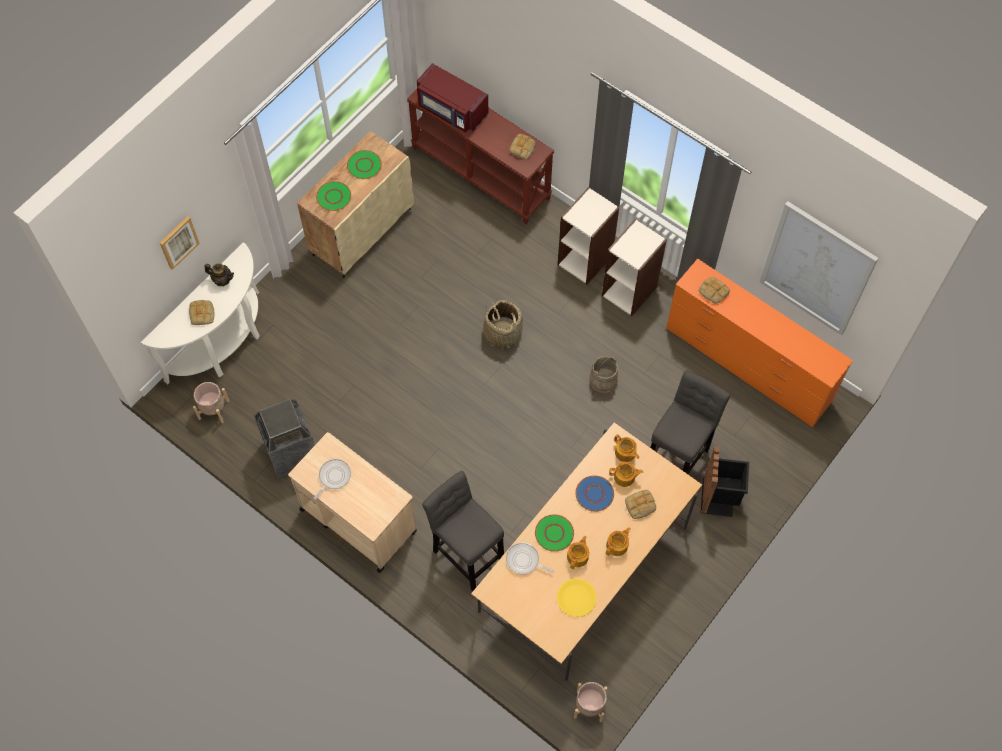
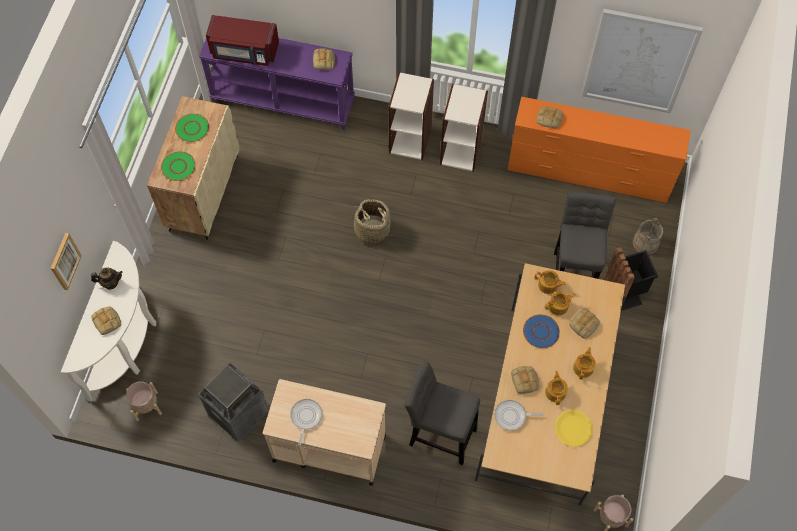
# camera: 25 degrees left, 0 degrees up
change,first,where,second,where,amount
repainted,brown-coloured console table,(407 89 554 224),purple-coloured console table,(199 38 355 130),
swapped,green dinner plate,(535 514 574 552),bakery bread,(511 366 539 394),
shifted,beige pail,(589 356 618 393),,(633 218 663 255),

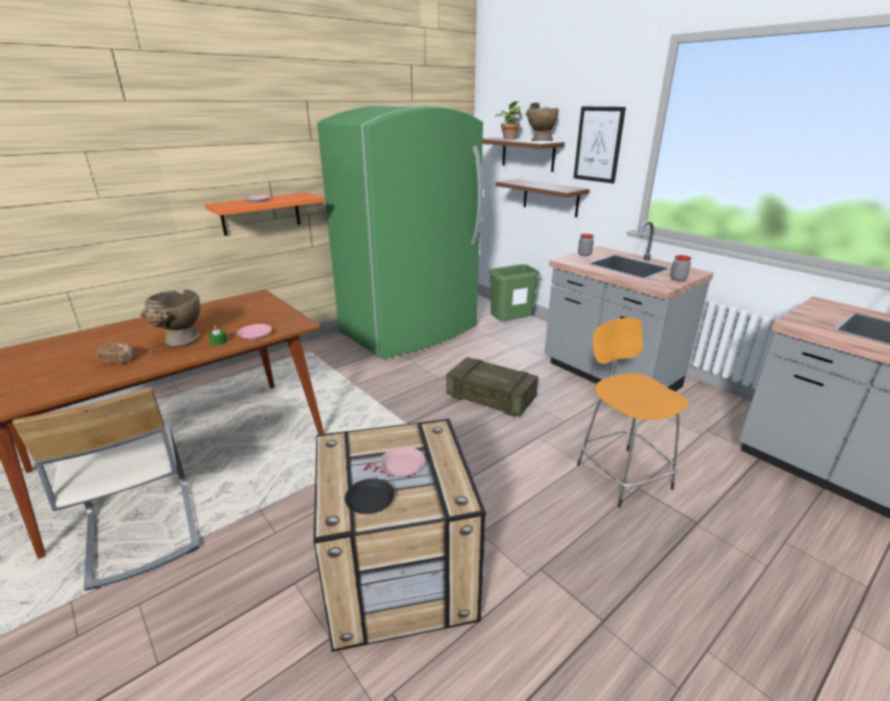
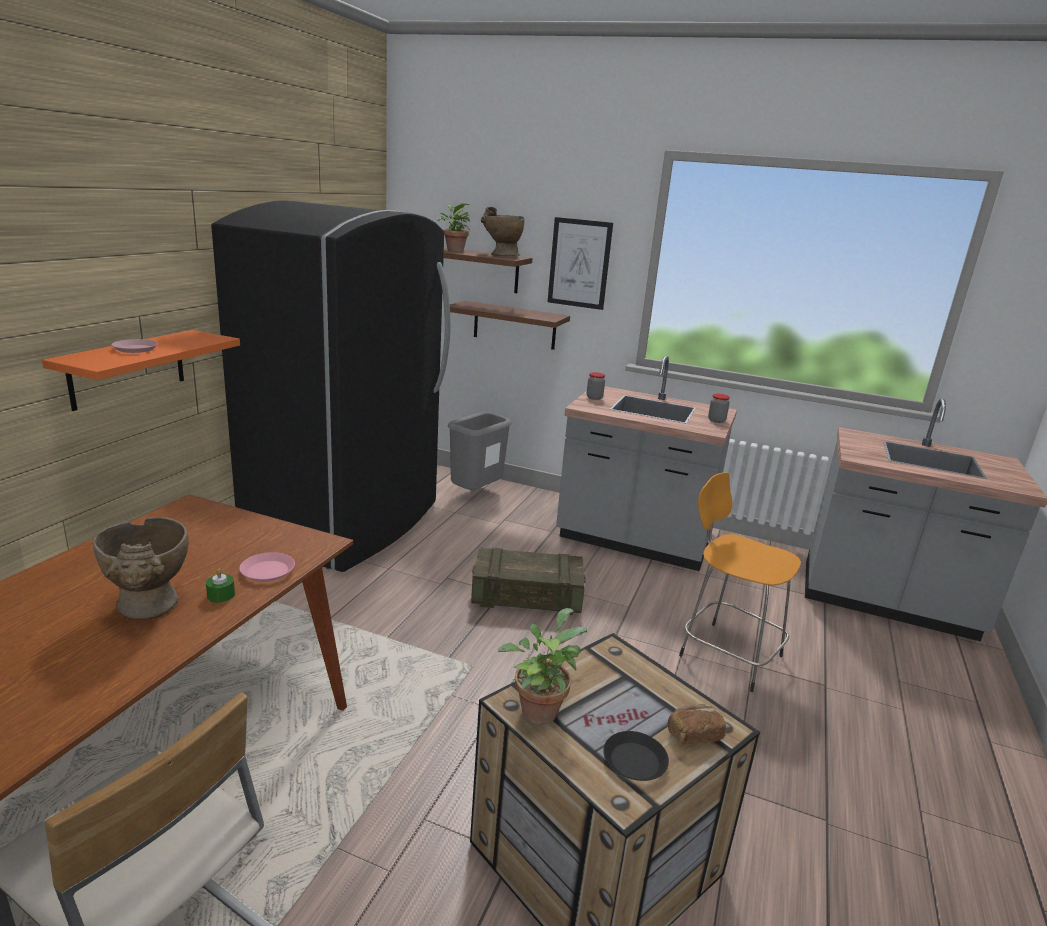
# camera: 30 degrees left, 5 degrees down
change,first,where,second,where,amount
shifted,bakery bread,(97 342 133 364),,(668 704 726 745),
repainted,green fridge,(317 106 483 359),black-coloured fridge,(211 200 450 572),
gone,pink dinner plate,(380 446 425 476),,,
repainted,green waste bin,(489 264 540 321),gray waste bin,(448 412 512 490),
new,,,houseplant,(498 608 587 724),

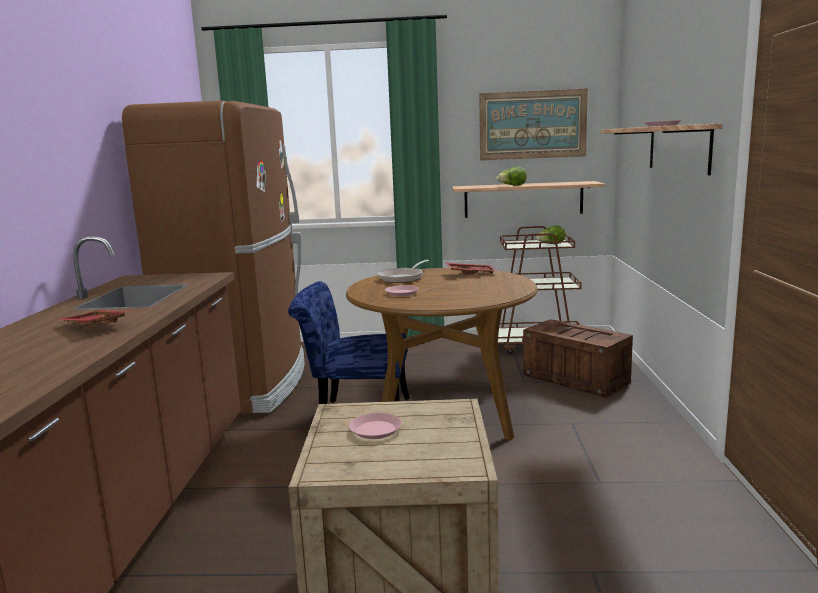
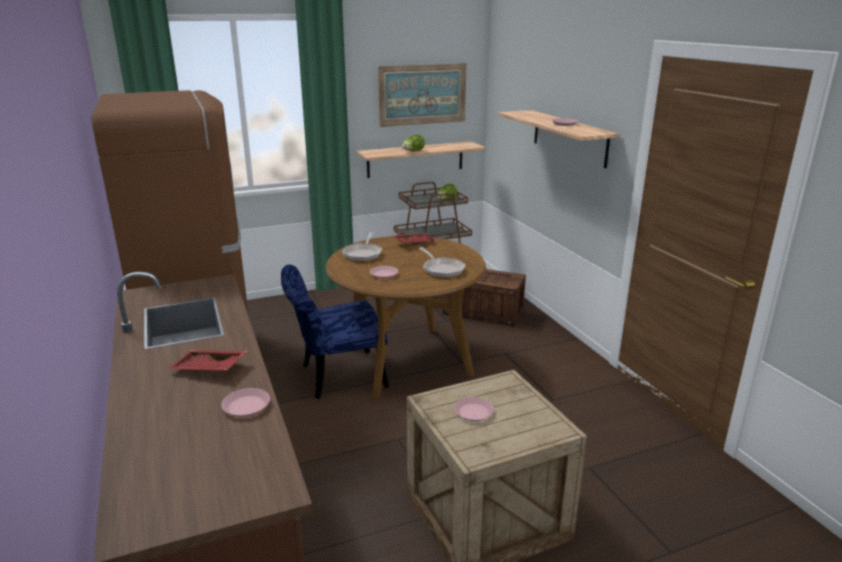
# camera: 25 degrees left, 10 degrees up
change,first,where,second,where,amount
new,,,pink dinner plate,(221 388 270 417),
new,,,pan,(419 247 466 278),

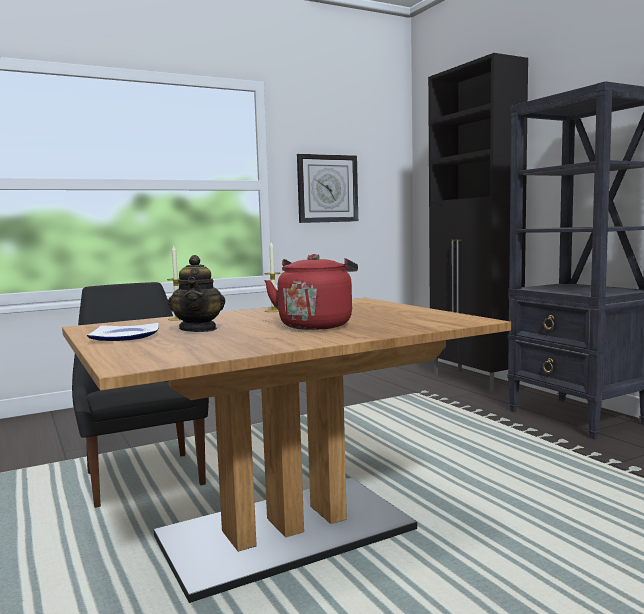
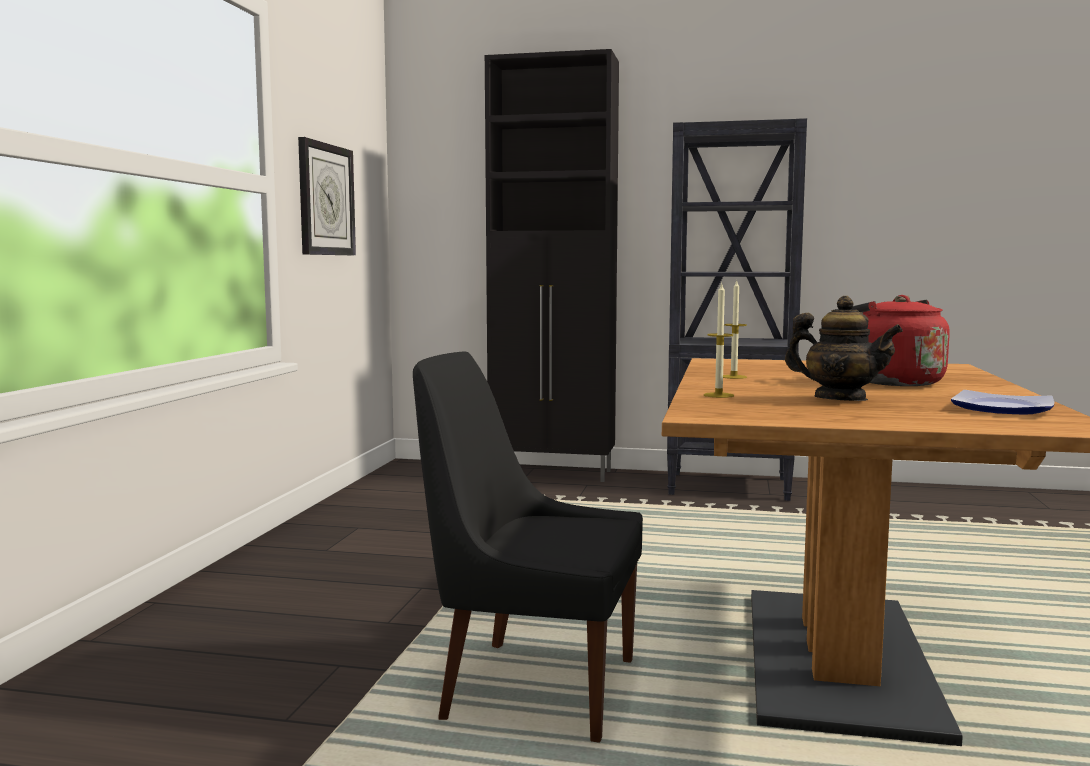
# camera: 50 degrees left, 0 degrees up
change,first,where,second,where,amount
shifted,dinner plate,(87 323 159 341),,(951 390 1054 414),

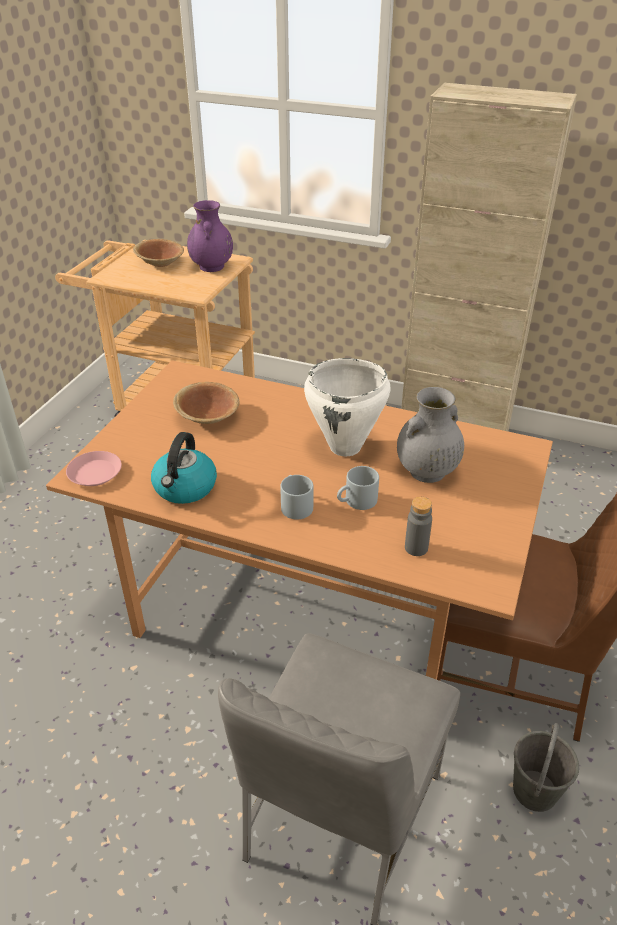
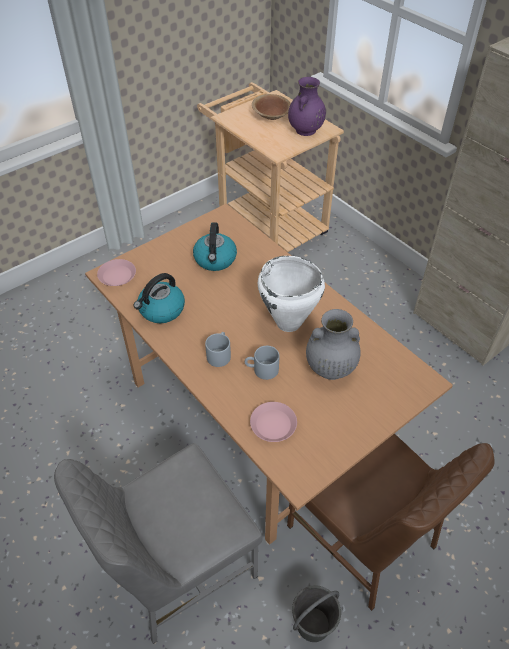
# camera: 30 degrees right, 10 degrees up
change,first,where,second,where,amount
swapped,brown-coloured deep dish,(173 382 239 424),tea kettle,(193 222 237 271),
swapped,gray drink bottle,(405 497 432 556),pink dinner plate,(250 402 297 442),

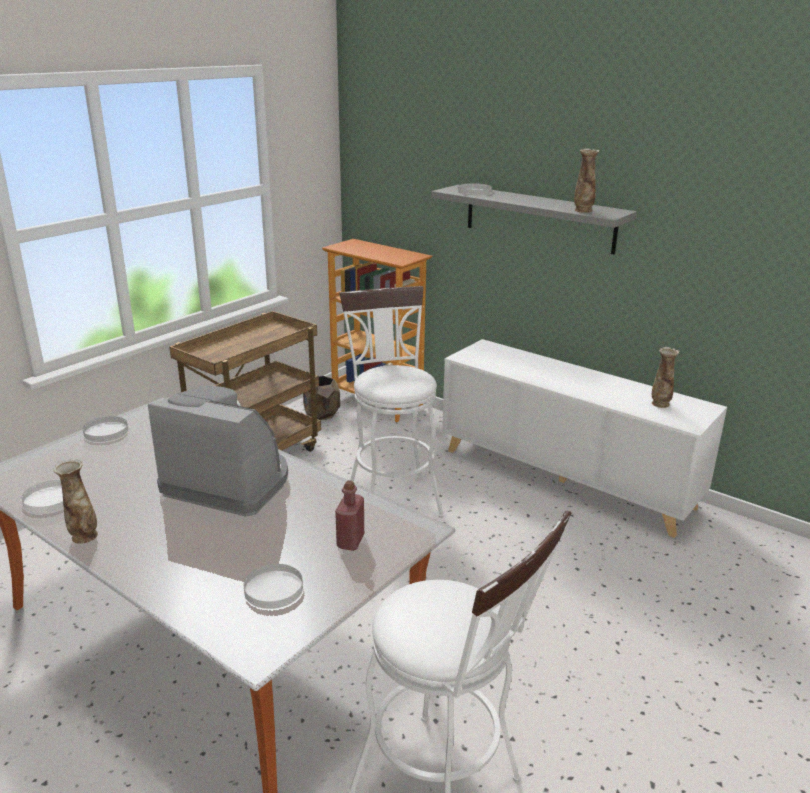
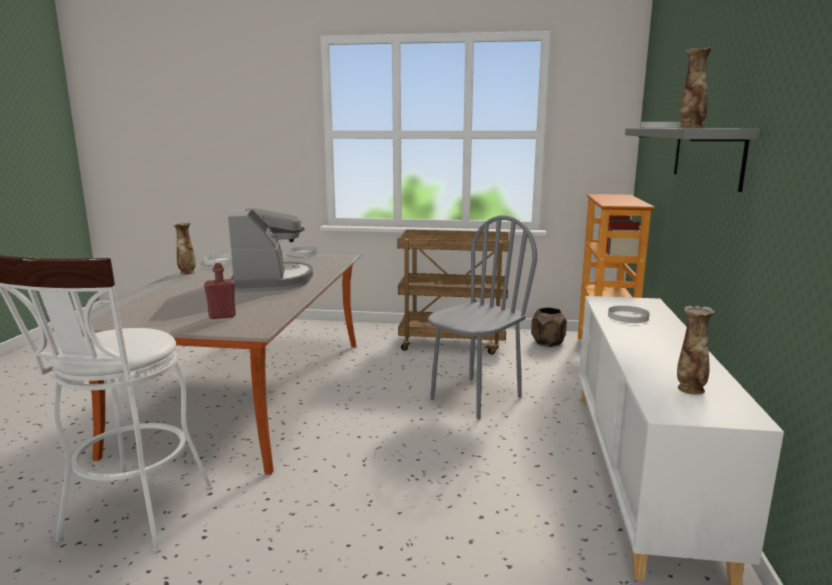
# camera: 60 degrees right, 10 degrees down
change,first,where,second,where,amount
shifted,white-coloured dinner plate,(244 564 303 609),,(608 306 650 323),
swapped,white-coloured sitting stool,(339 286 444 518),gray chair,(428 215 537 419),

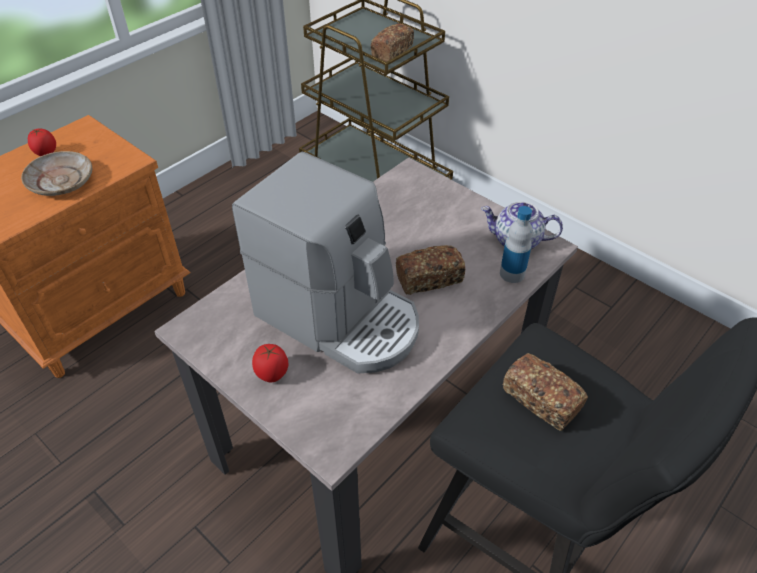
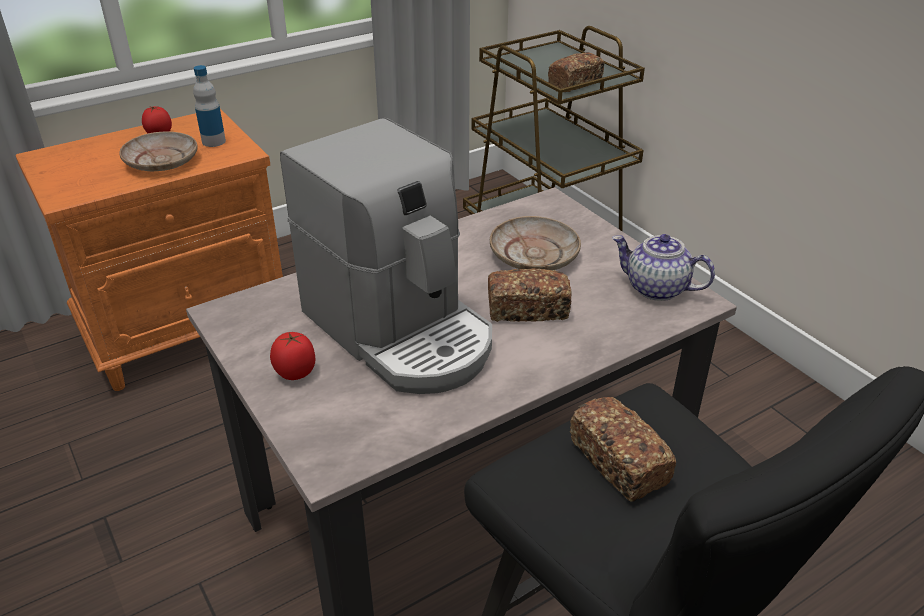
# camera: 15 degrees right, 10 degrees down
change,first,where,second,where,amount
shifted,drink bottle,(500 206 533 283),,(193 65 226 147),
new,,,beige dinner plate,(490 216 581 270),

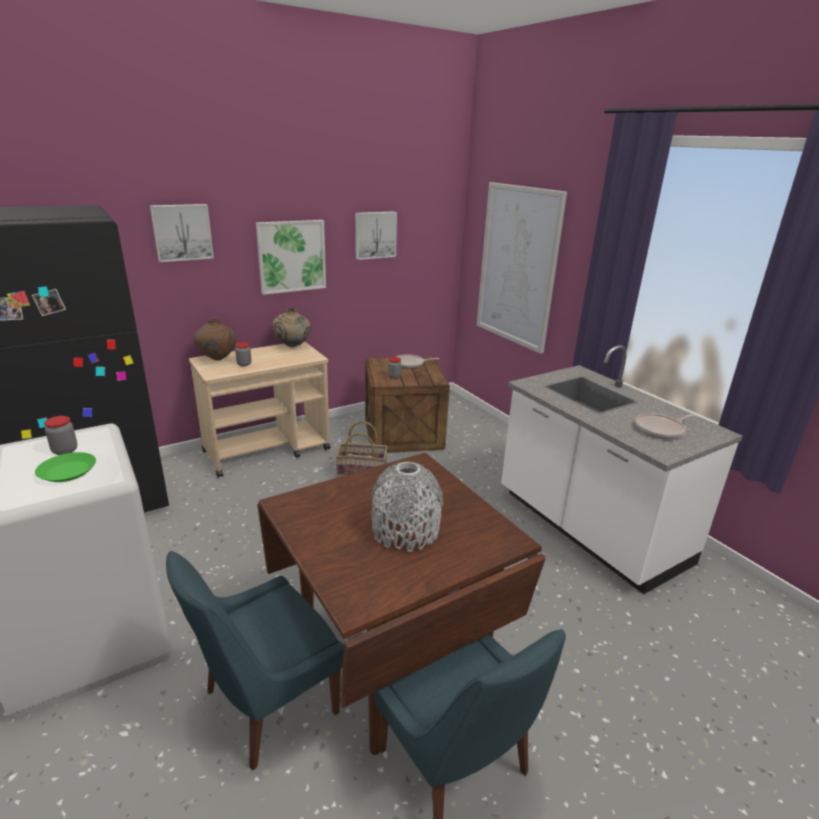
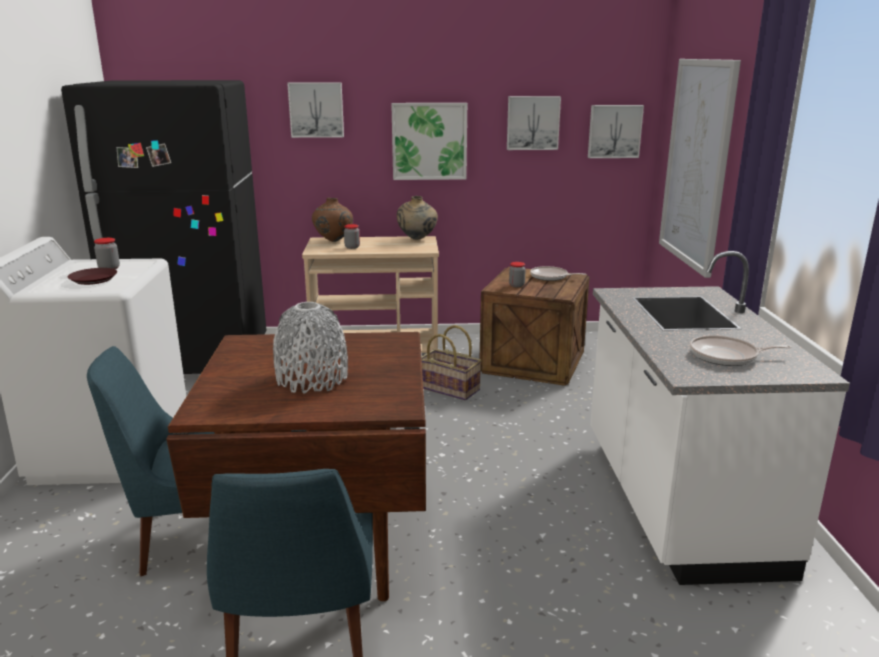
# camera: 30 degrees right, 5 degrees down
change,first,where,second,where,amount
repainted,green dinner plate,(35 452 96 482),brown-coloured dinner plate,(68 268 117 285),
new,,,wall art,(588 105 644 158),

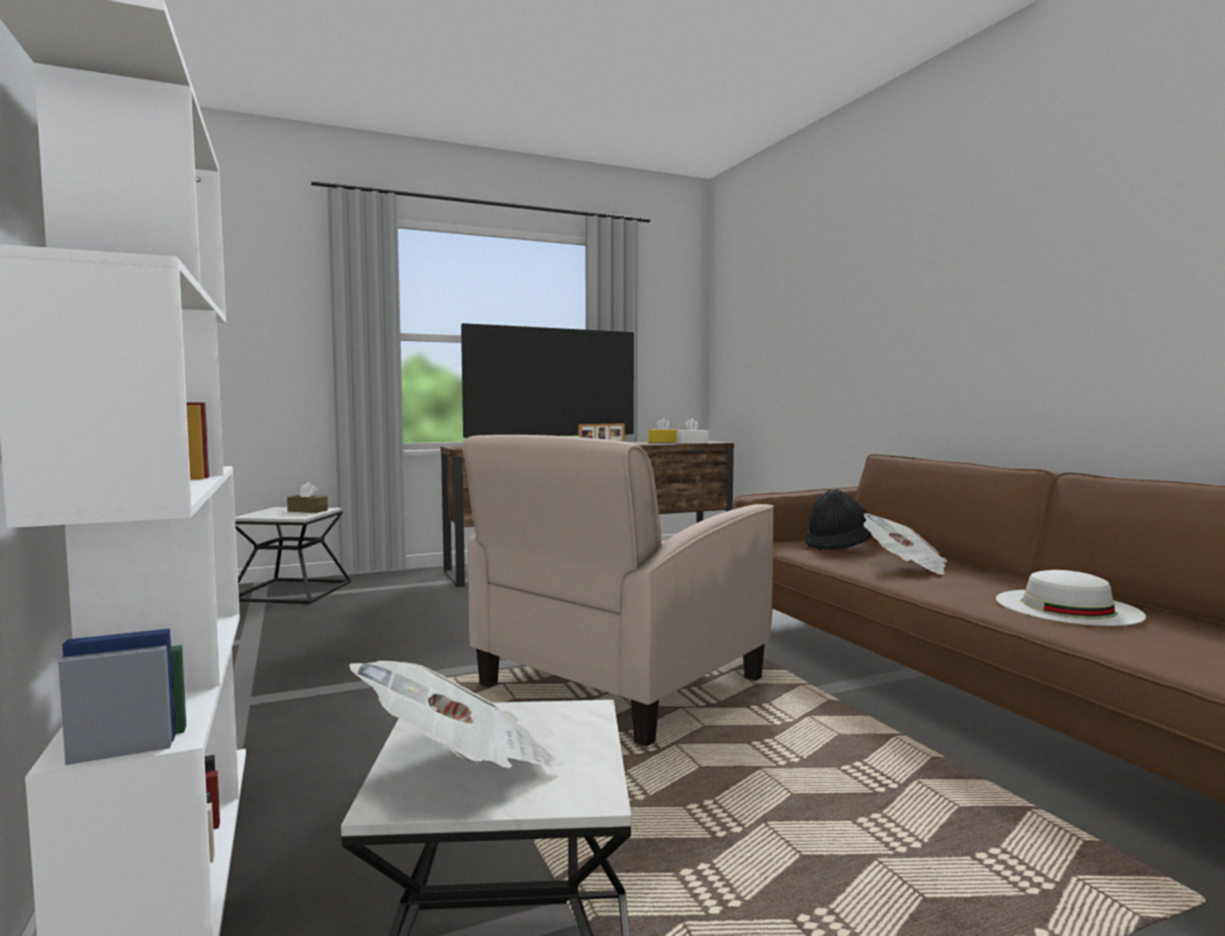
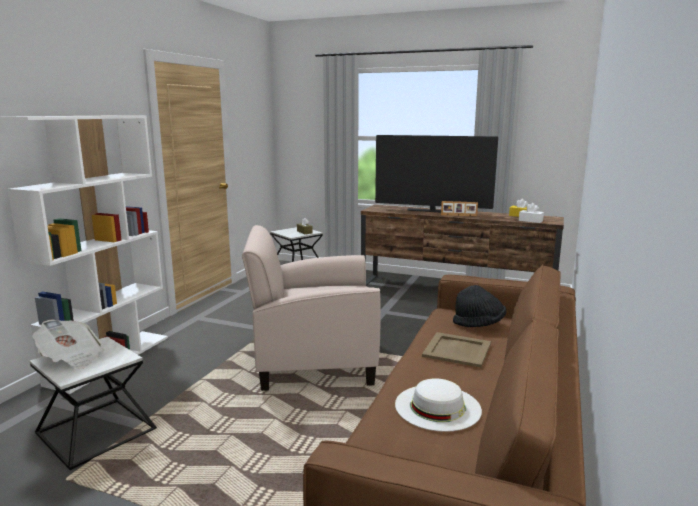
# camera: 45 degrees right, 10 degrees up
change,first,where,second,where,amount
swapped,printed paper,(863 514 947 575),beige serving tray,(422 332 491 368),

